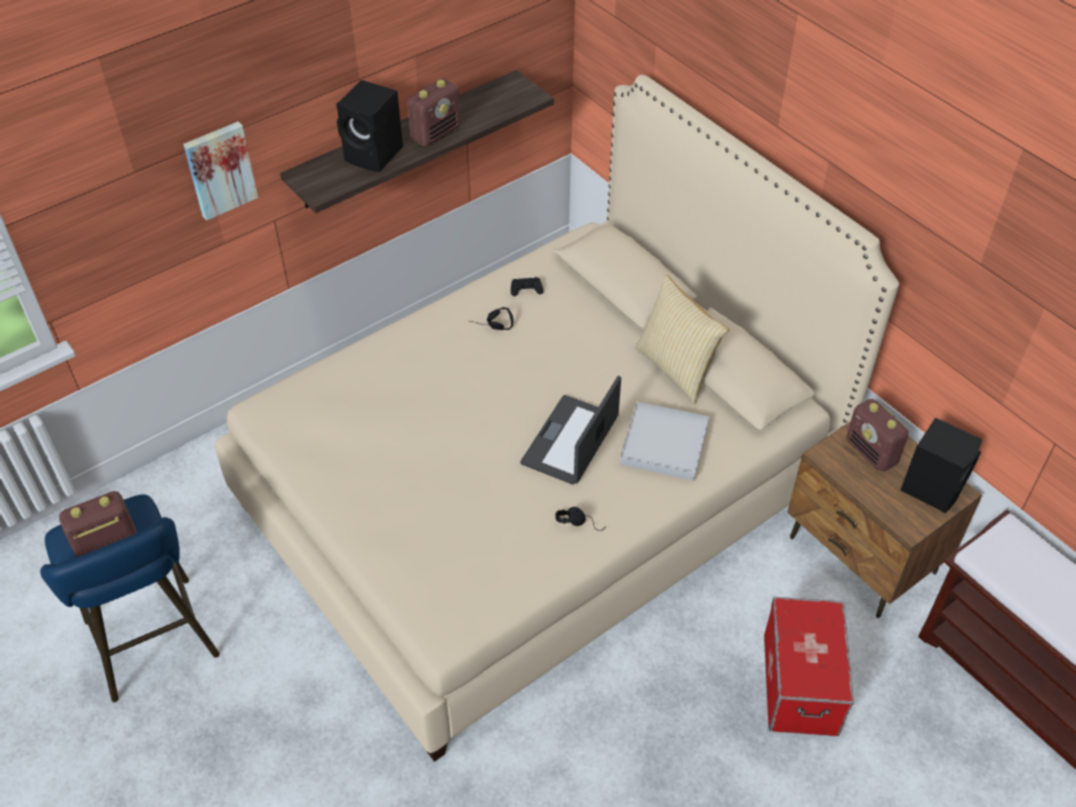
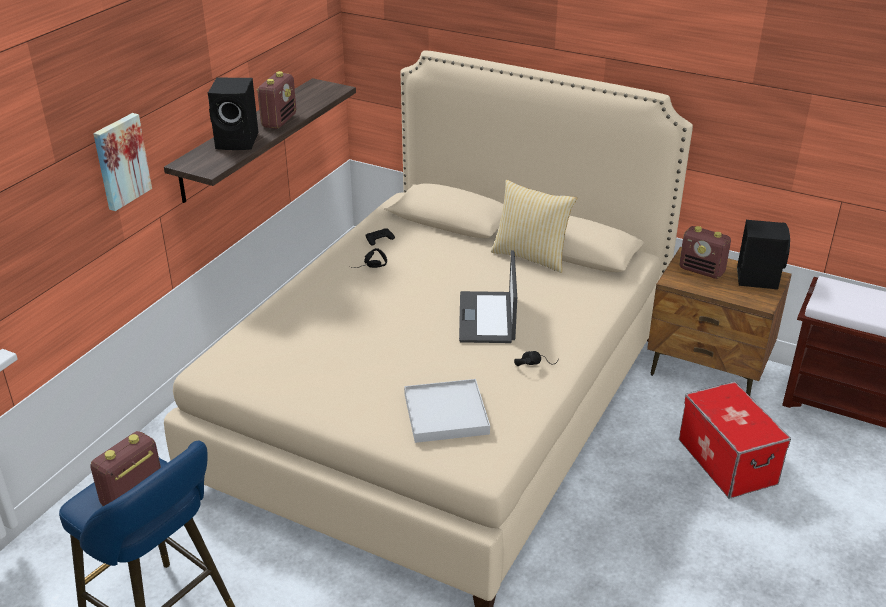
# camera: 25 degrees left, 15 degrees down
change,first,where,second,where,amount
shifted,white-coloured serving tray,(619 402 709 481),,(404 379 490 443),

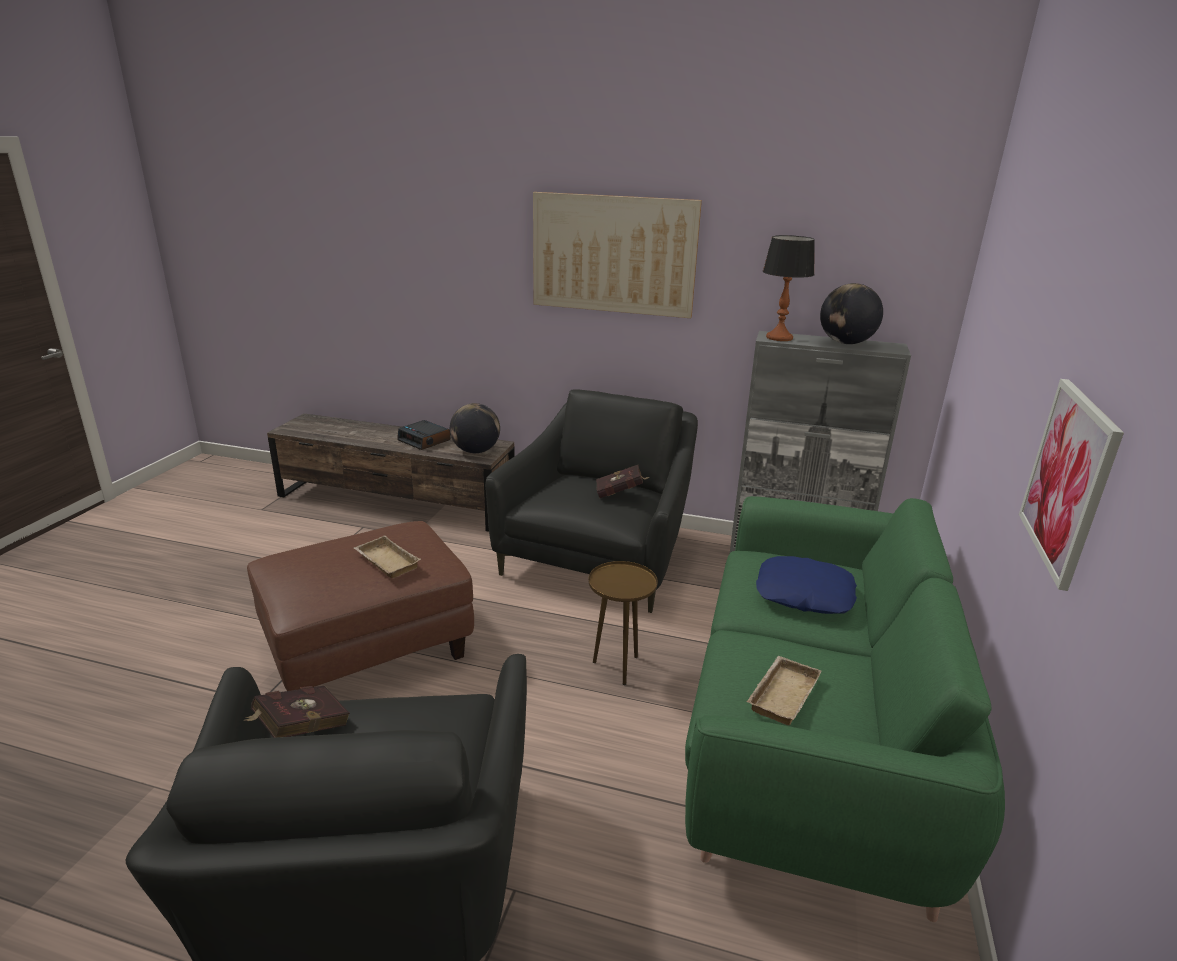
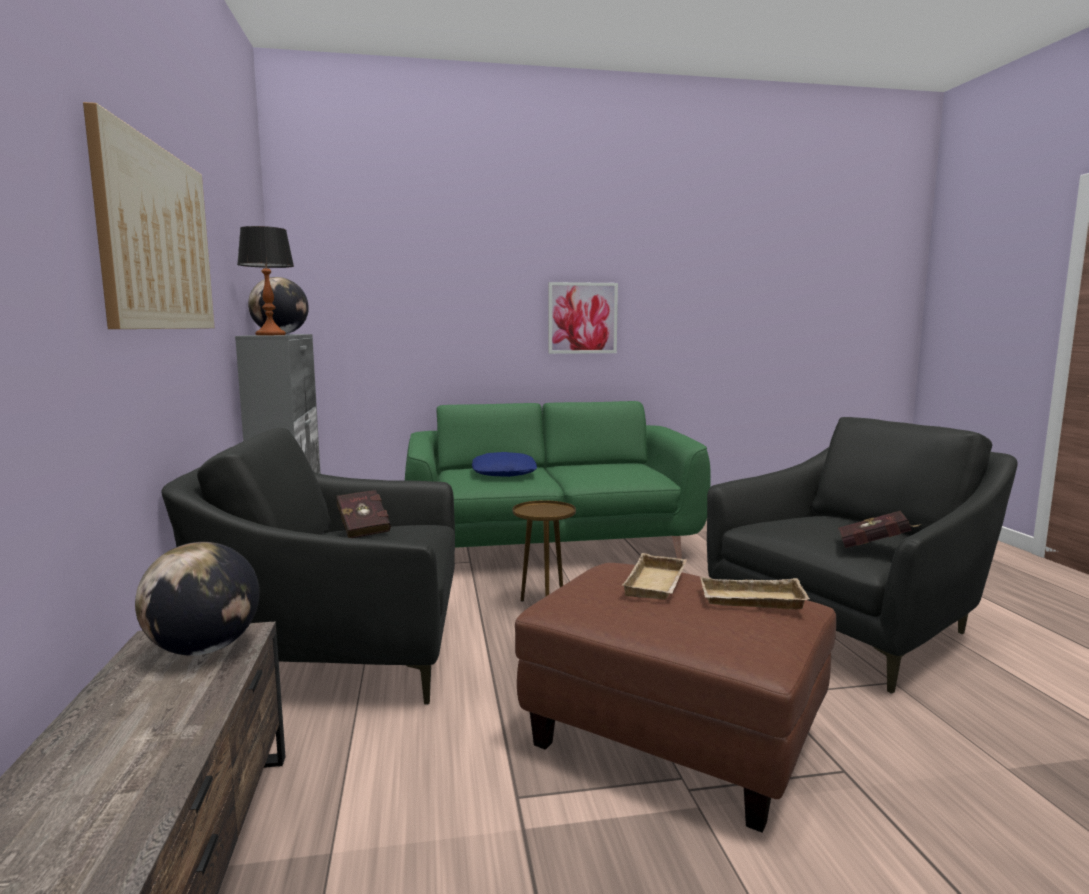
# camera: 115 degrees left, 15 degrees down
change,first,where,second,where,amount
gone,alarm clock,(397 420 450 450),,,
shifted,beige serving tray,(747 656 822 725),,(700 577 810 609),

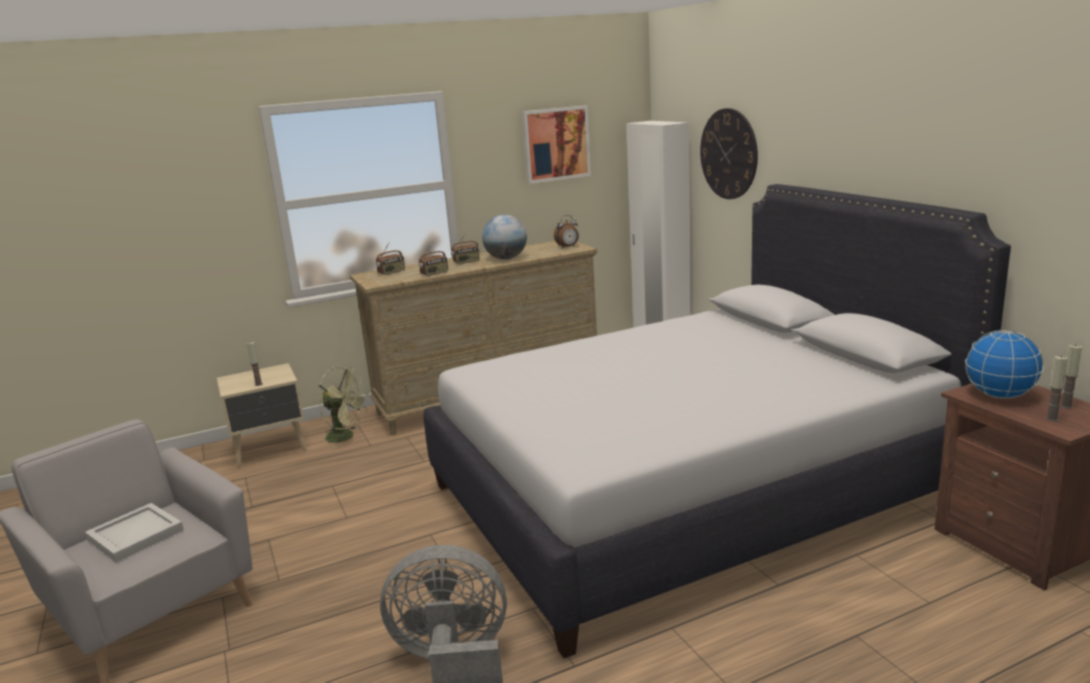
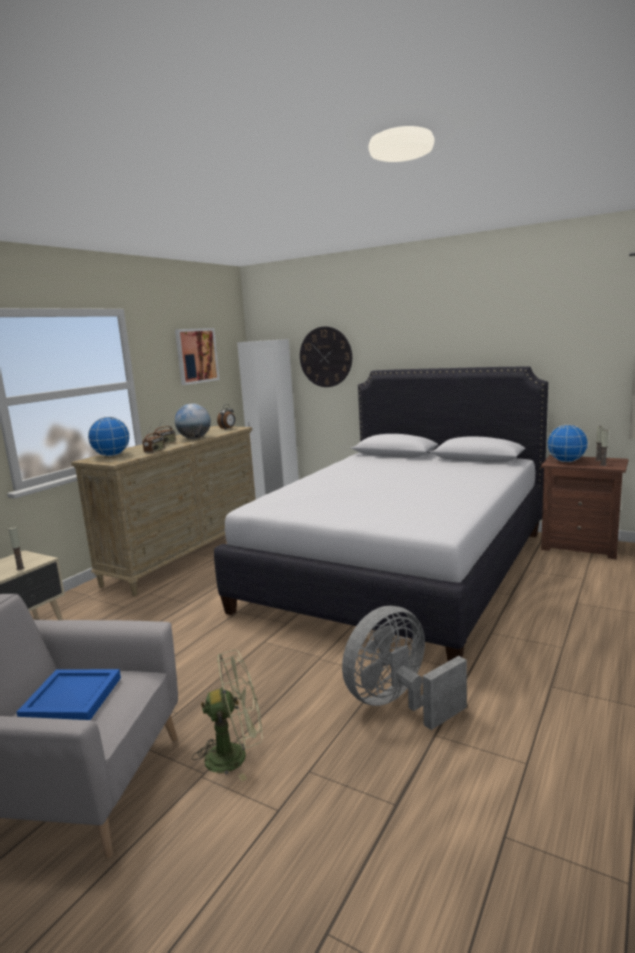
# camera: 35 degrees left, 5 degrees down
change,first,where,second,where,amount
repainted,white-coloured serving tray,(85 503 184 562),blue serving tray,(17 669 121 720),
shifted,green electric fan,(318 367 368 448),,(192 649 262 781),
swapped,radio receiver,(376 242 405 275),desk globe,(88 417 130 456),

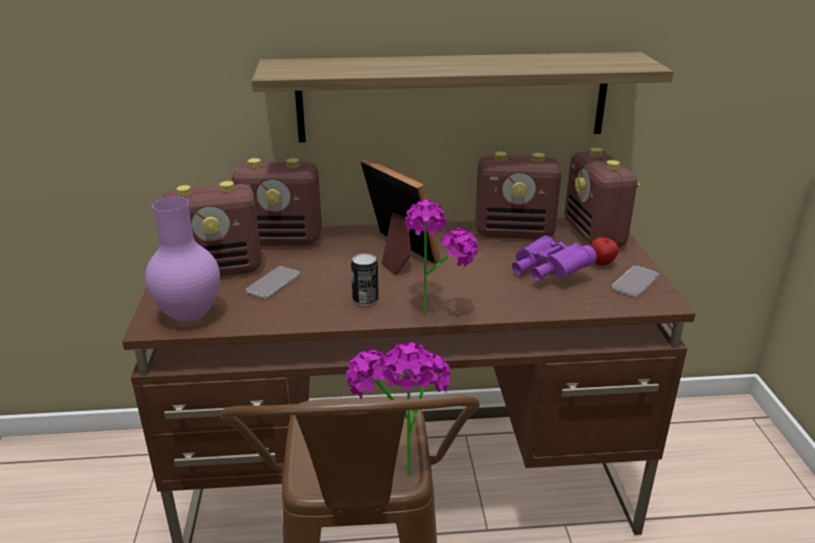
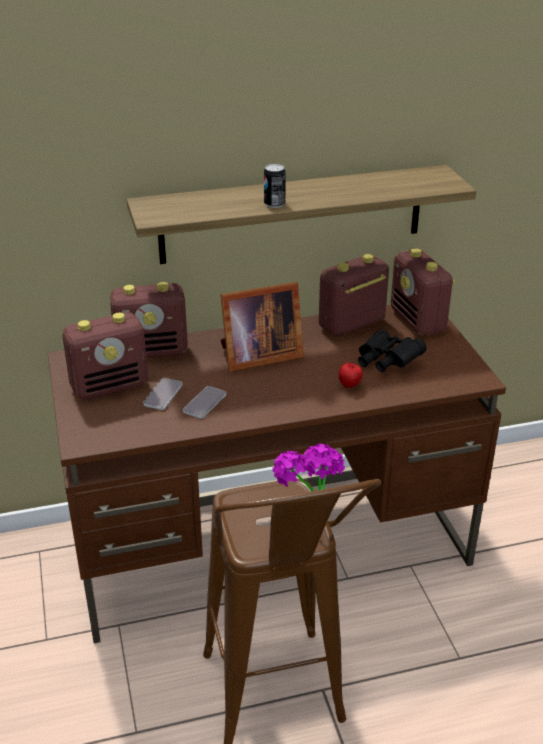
# camera: 10 degrees left, 5 degrees up
change,first,where,second,where,amount
gone,purple-coloured flower vase,(145 197 220 322),,,
shifted,can,(351 253 379 306),,(264 164 286 208),
rotated,standing frame,(360 158 441 275),,(220 282 304 371),120 degrees clockwise
gone,houseplant,(405 200 478 315),,,
rotated,radio receiver,(475 152 562 239),,(319 254 389 337),150 degrees clockwise
repainted,purple-coloured binoculars,(512 236 597 282),black-coloured binoculars,(358 330 427 372),
shifted,apple,(591 237 619 266),,(339 363 363 388),
shifted,phone,(612 266 659 297),,(183 386 226 418),

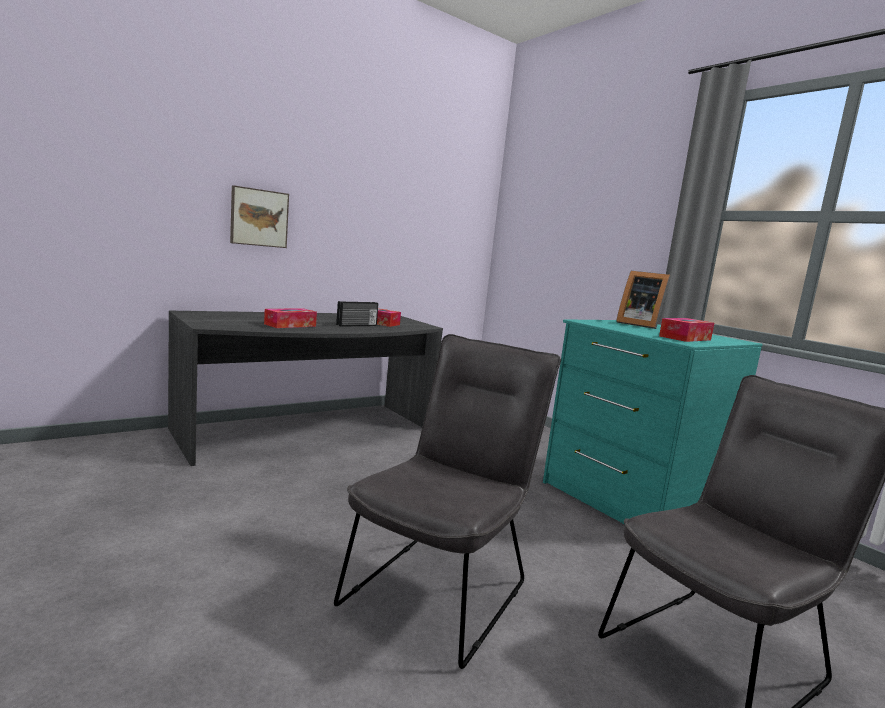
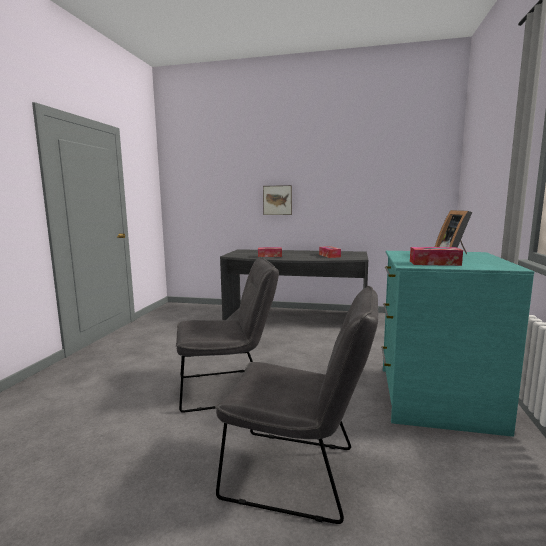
# camera: 50 degrees right, 0 degrees up
change,first,where,second,where,amount
gone,radio receiver,(336 301 378 327),,,

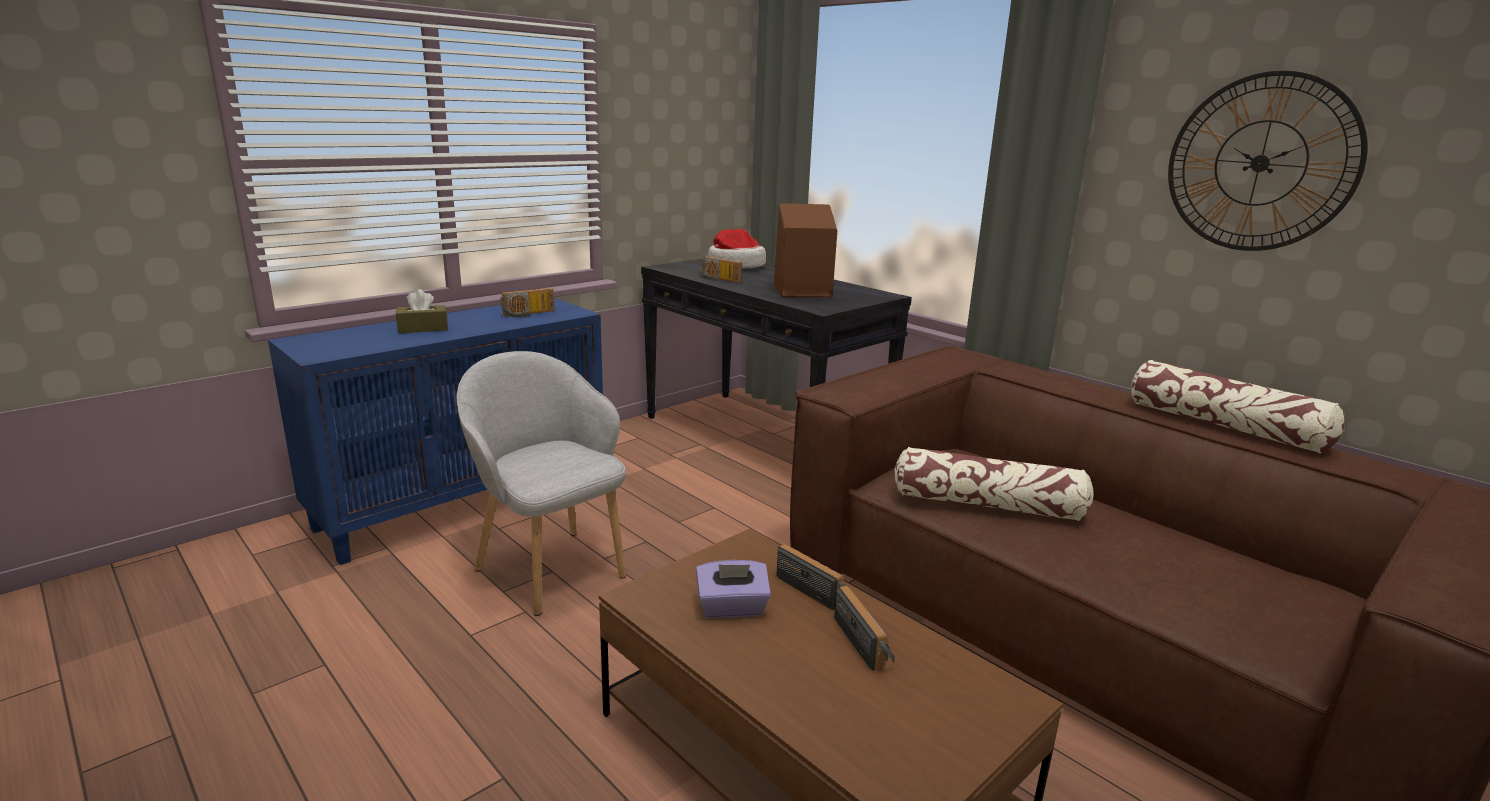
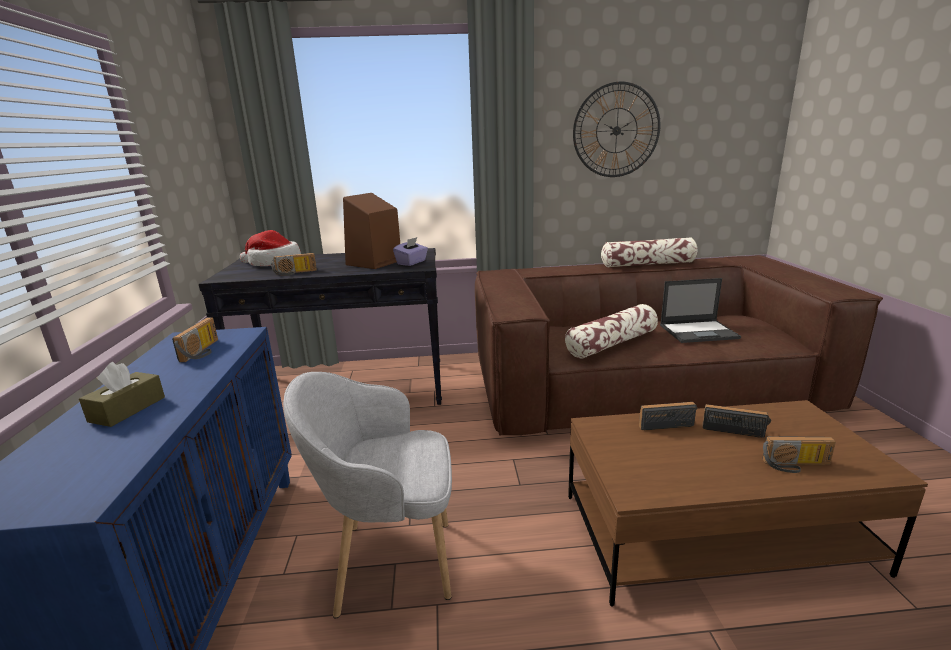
# camera: 50 degrees left, 0 degrees up
change,first,where,second,where,amount
shifted,purple-coloured tissue holder,(696 560 771 618),,(393 237 428 266),
new,,,portable computer,(660 278 741 343),
new,,,radio receiver,(762 436 836 473),

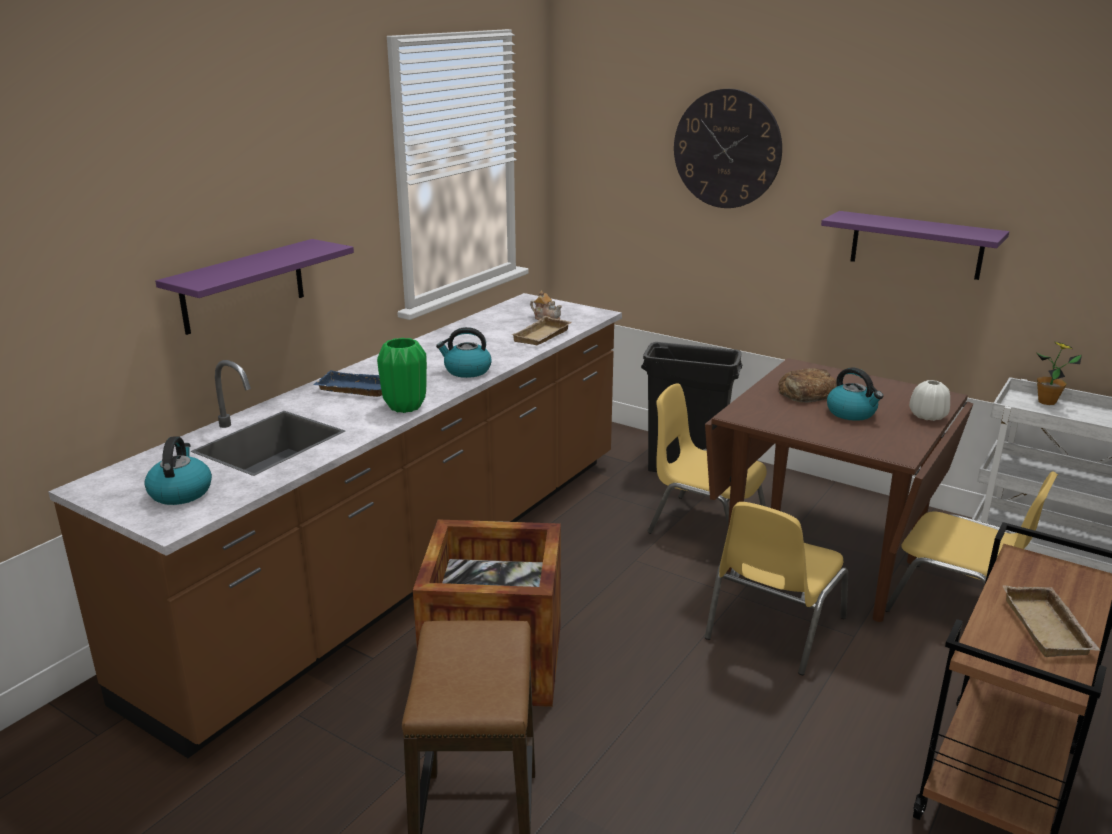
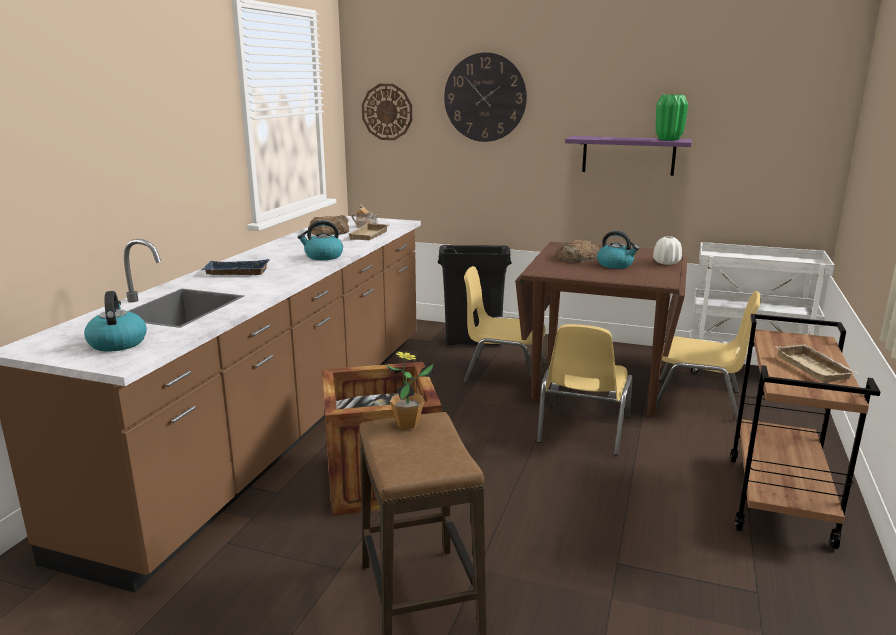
# camera: 15 degrees left, 5 degrees down
change,first,where,second,where,amount
gone,purple-coloured shelf,(155 239 354 335),,,
shifted,green flower vase,(377 338 427 413),,(656 95 688 141),
shifted,houseplant,(1037 342 1082 405),,(387 351 434 429),
new,,,bakery bread,(308 215 349 235),
new,,,clock on the wall,(362 84 412 140),

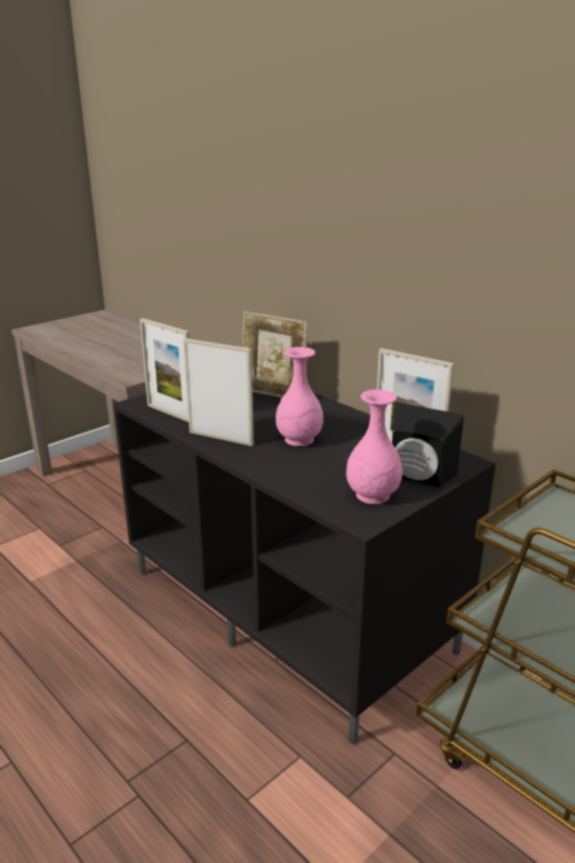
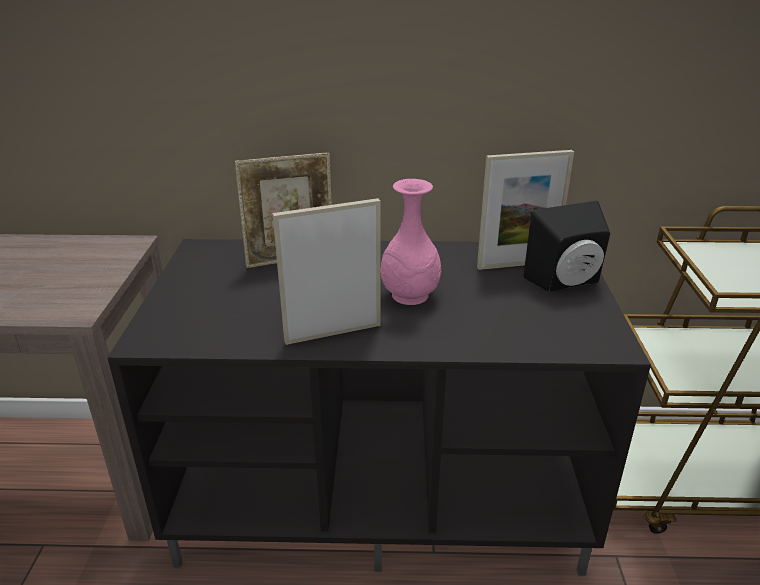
# camera: 45 degrees left, 5 degrees up
change,first,where,second,where,amount
gone,standing frame,(140 318 190 422),,,
gone,pink flower vase,(346 390 403 504),,,

